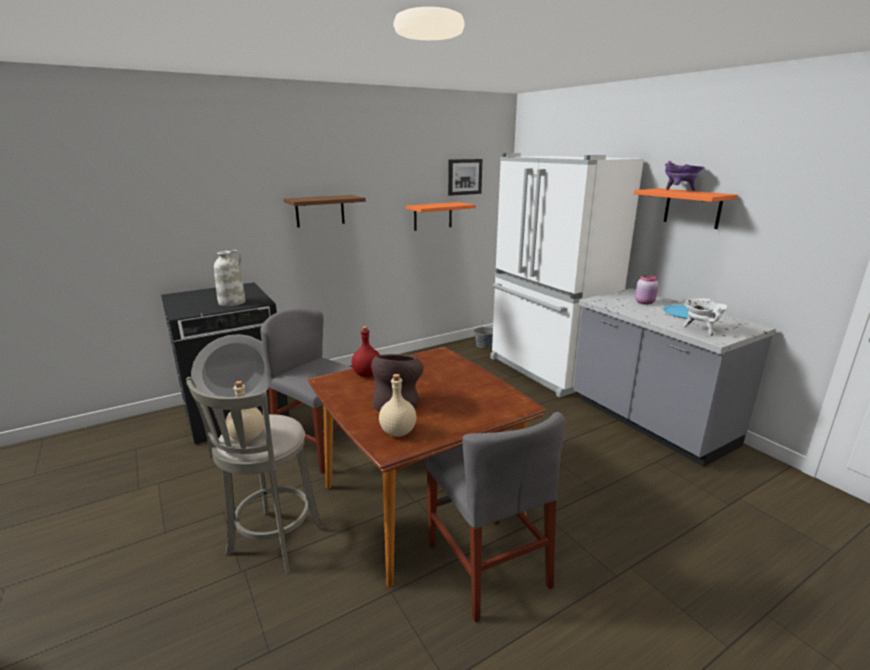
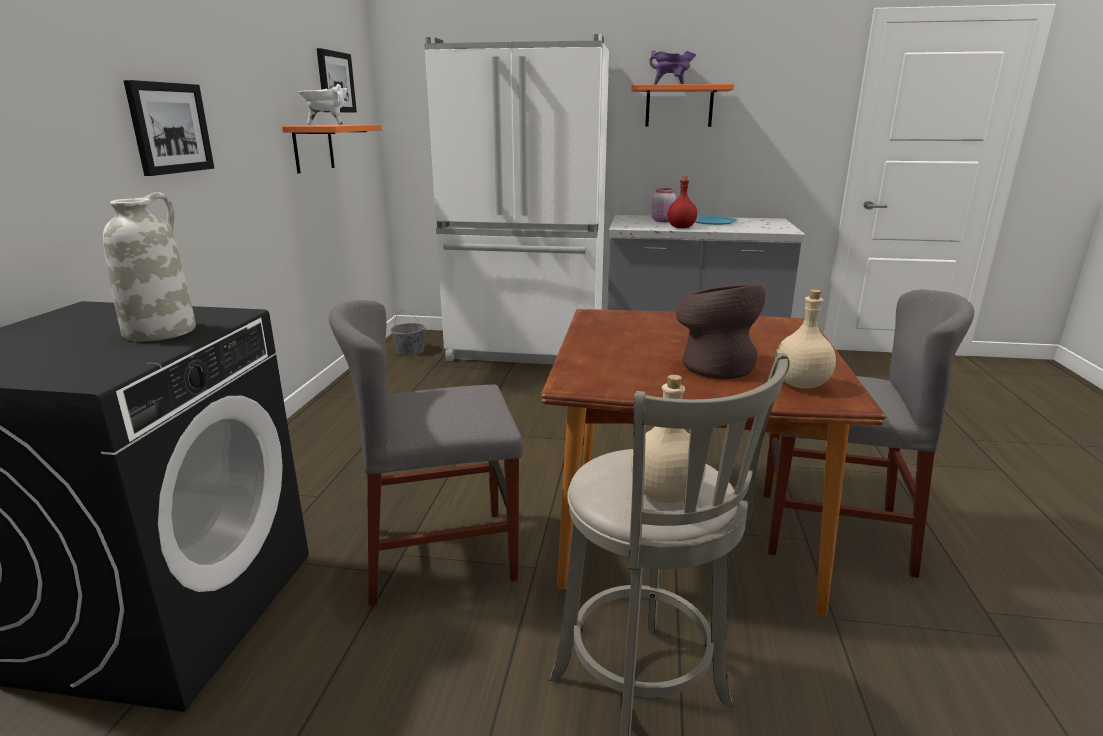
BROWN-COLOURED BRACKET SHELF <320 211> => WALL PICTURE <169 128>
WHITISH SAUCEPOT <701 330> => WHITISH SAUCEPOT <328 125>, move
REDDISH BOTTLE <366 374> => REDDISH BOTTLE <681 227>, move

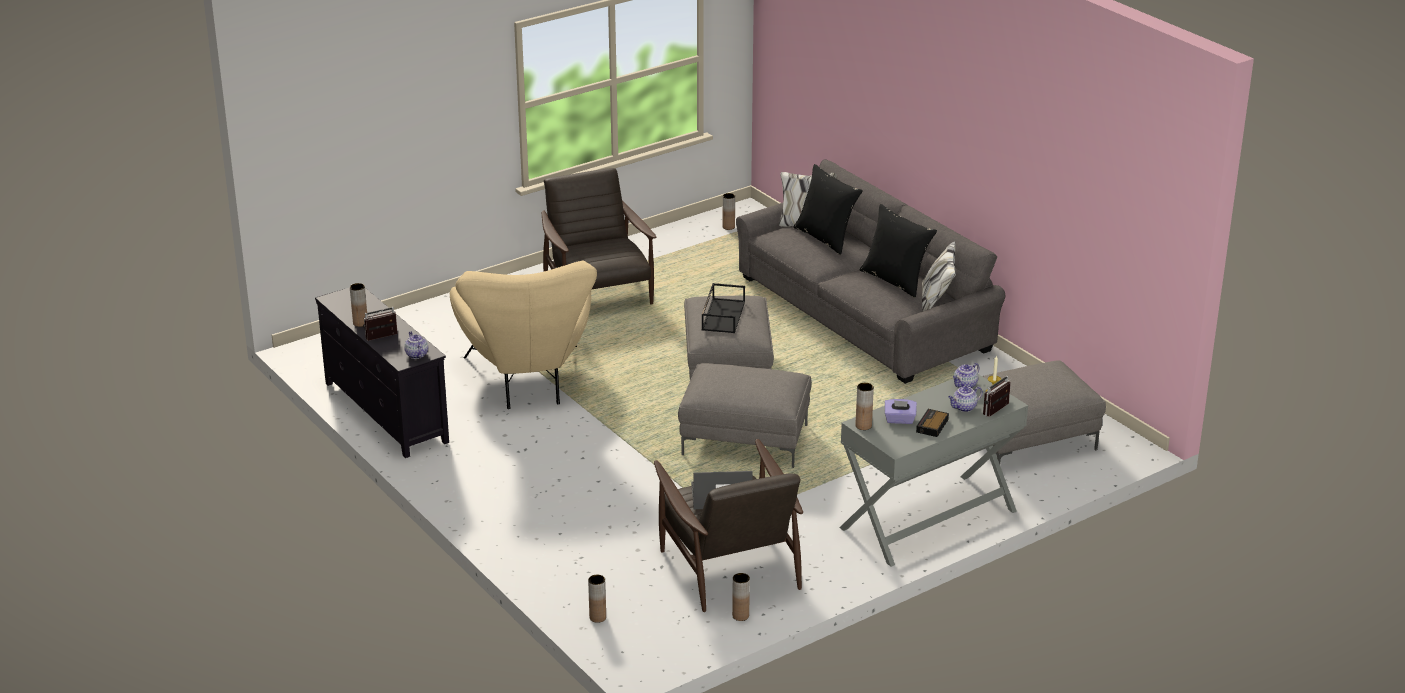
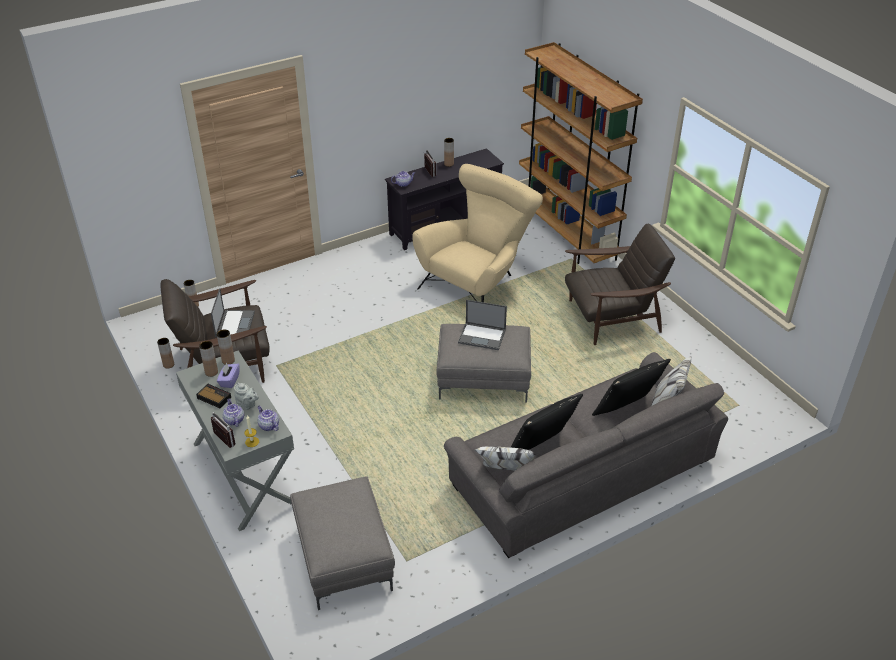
BROWN-COLOURED FLOWER VASE <728 227> => BROWN-COLOURED FLOWER VASE <211 372>, move
nothing => GRAY TEAPOT <247 405>
BEIGE-COLOURED LOUNGE CHAIR <529 382> => BEIGE-COLOURED LOUNGE CHAIR <477 283>, 135 degrees clockwise
BLACKISH SERVING TRAY <722 315> => PORTABLE COMPUTER <482 336>
nothing => BROWN-COLOURED BOOKSHELF <566 235>
GRAY FOOTREST <743 441> => nothing

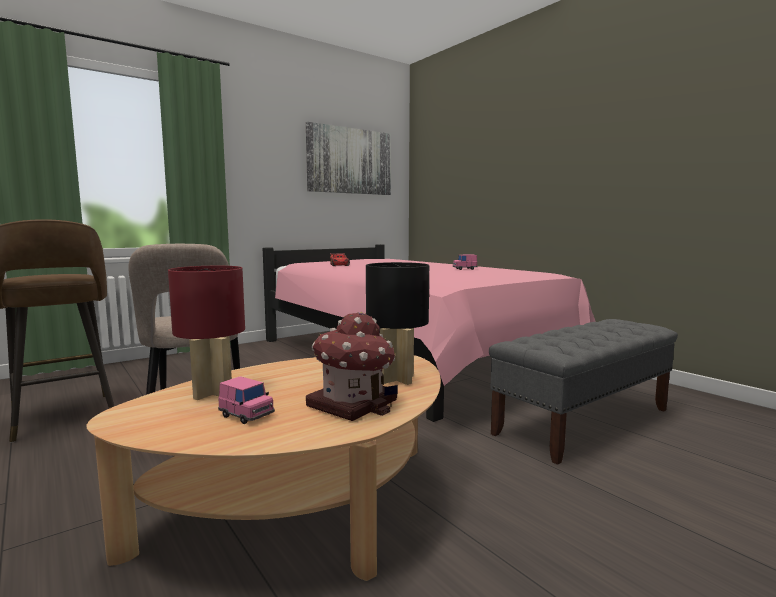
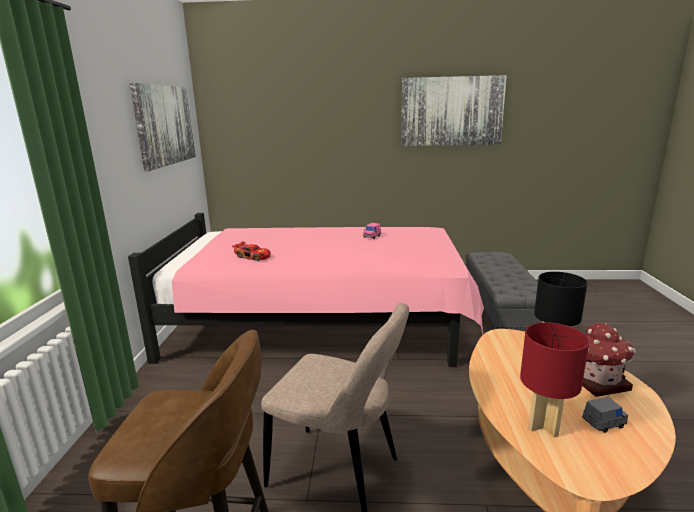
nothing => WALL PICTURE <451 111>
PINK-COLOURED MODEL CAR <246 415> => GRAY MODEL CAR <603 423>

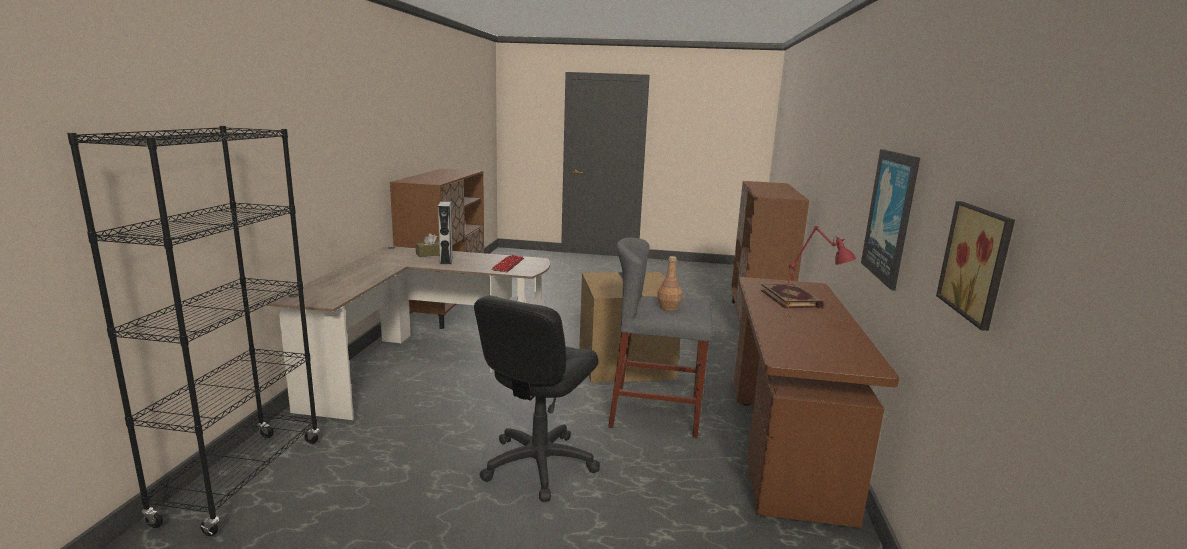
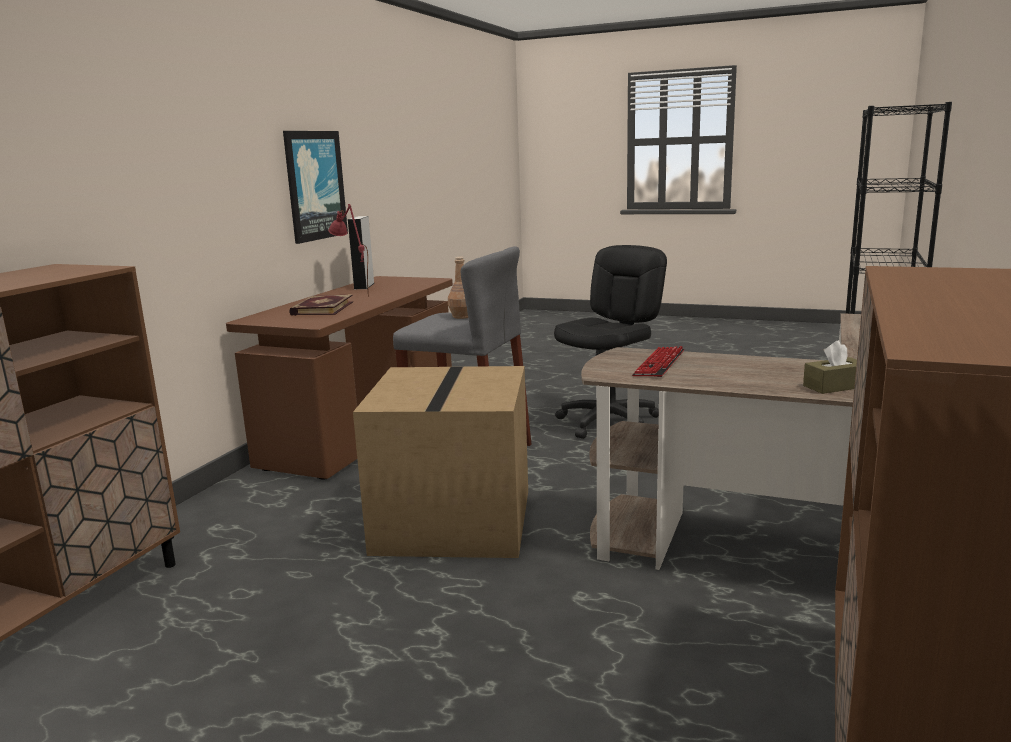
GRAY SPEAKER <446 260> => GRAY SPEAKER <364 286>, move
WALL PICTURE <979 262> => nothing

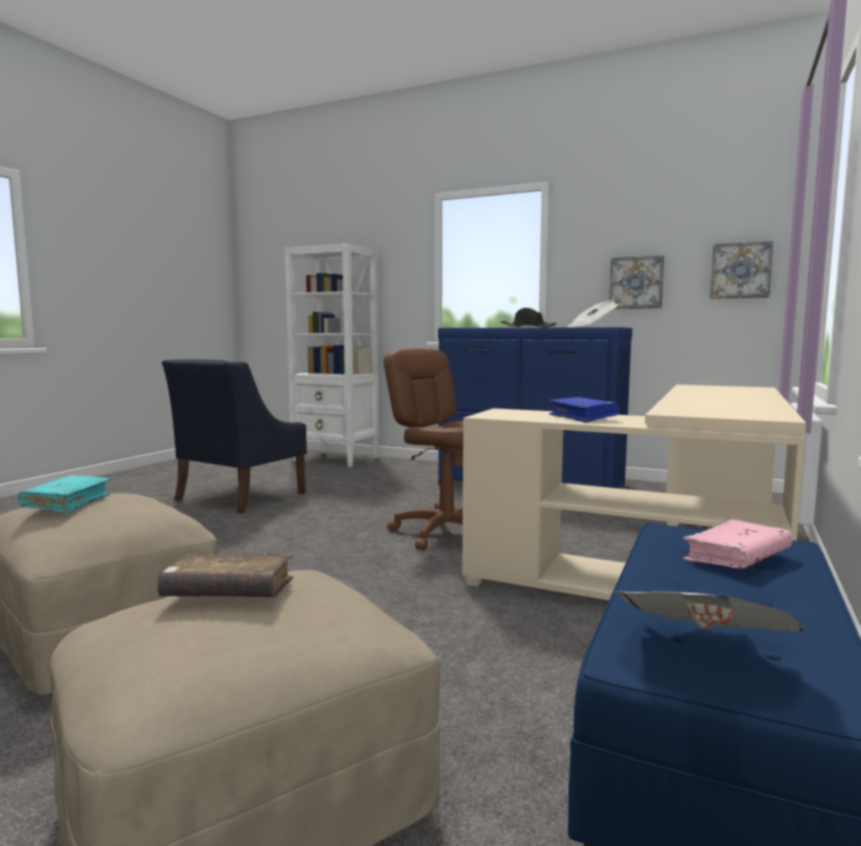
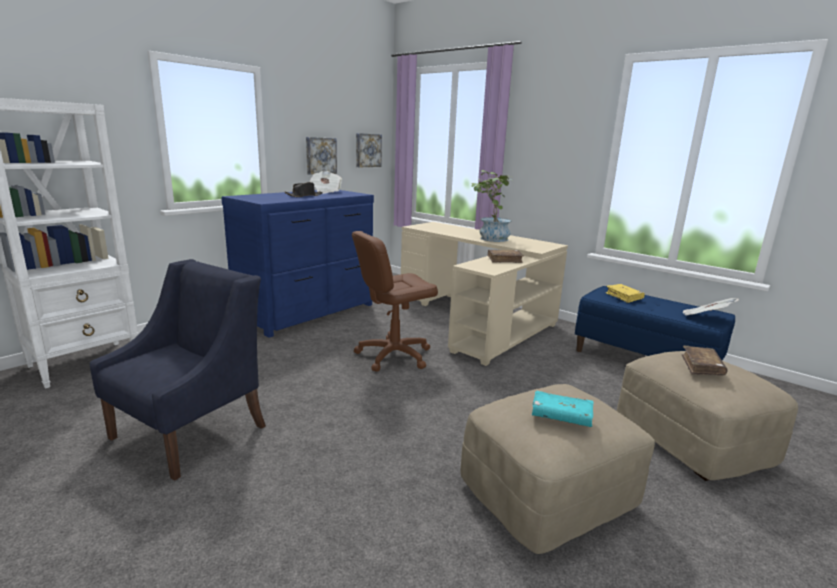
BLUISH LOUNGE CHAIR <239 497> => BLUISH LOUNGE CHAIR <191 431>, 105 degrees counterclockwise
nothing => POTTED PLANT <489 238>
BLUISH BOUND BOOK <582 417> => BROWN-COLOURED BOUND BOOK <504 260>
PINK-COLOURED BOUND BOOK <736 558> => YELLOW-COLOURED BOUND BOOK <624 297>

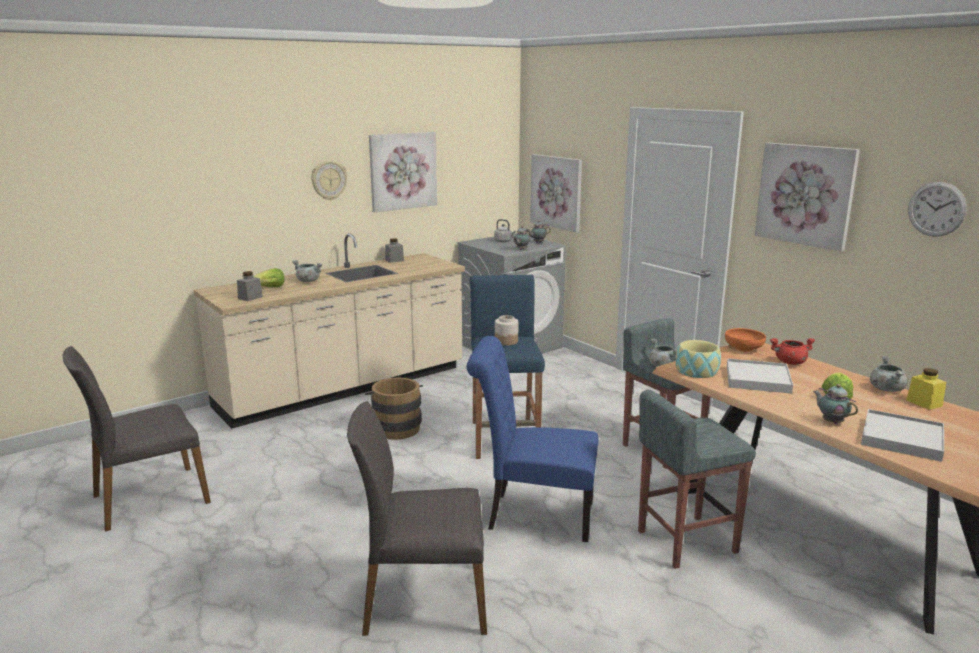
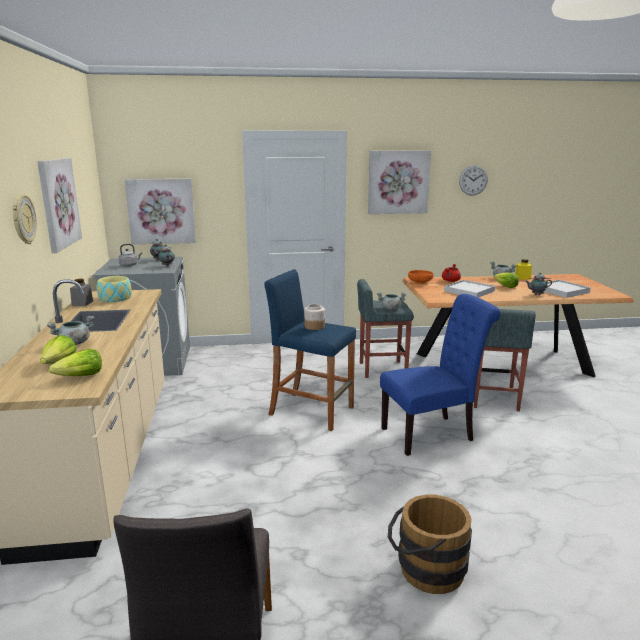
GRAY STORAGE JAR <250 297> => HEAD OF LETTUCE <80 377>
DEEP DISH <697 371> => DEEP DISH <115 298>, move
BLUISH PLAIN CHAIR <533 515> => BLUISH PLAIN CHAIR <432 433>, 150 degrees counterclockwise
BROWN-COLOURED WATER BUCKET <396 427> => BROWN-COLOURED WATER BUCKET <425 569>, move
GRAY PLAIN CHAIR <423 600> => nothing

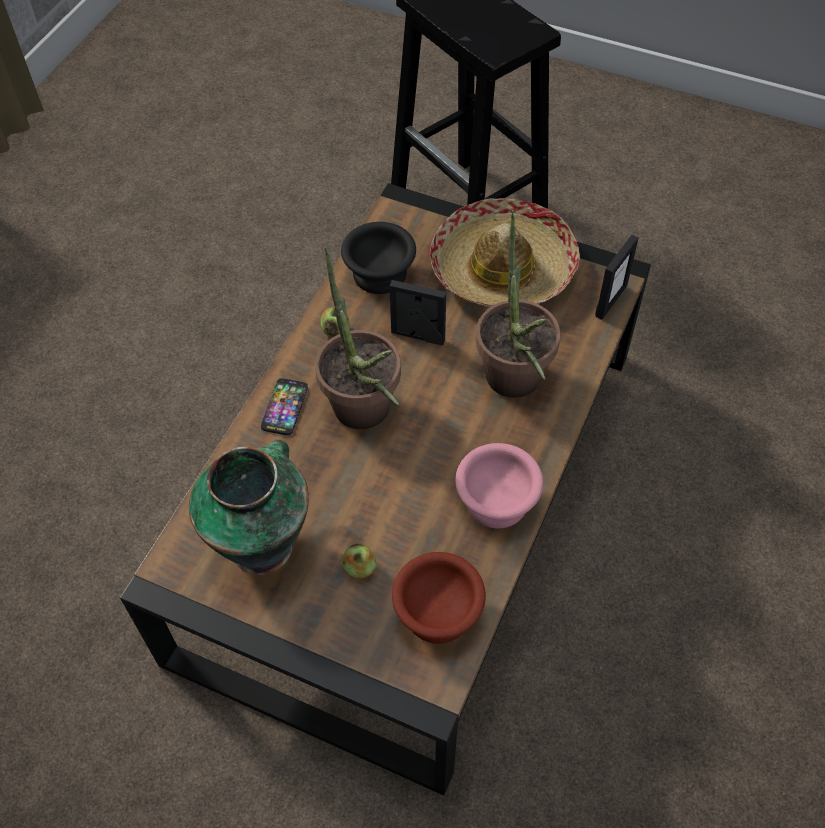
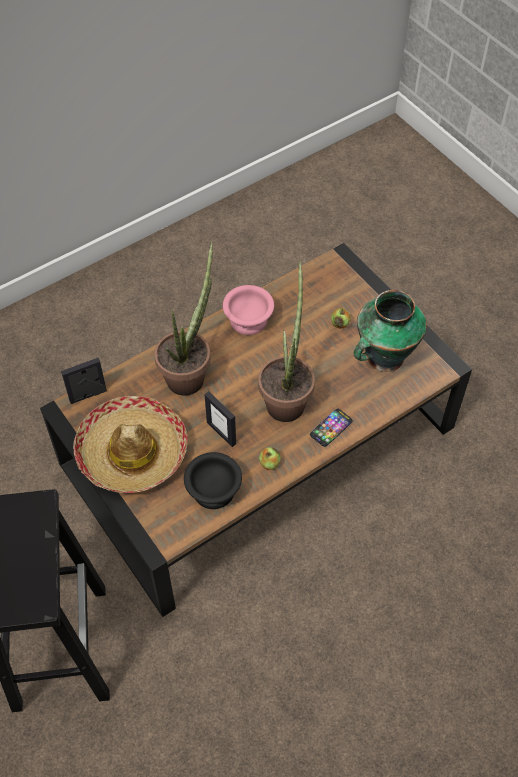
BROWN-COLOURED DEEP DISH <440 615> => nothing

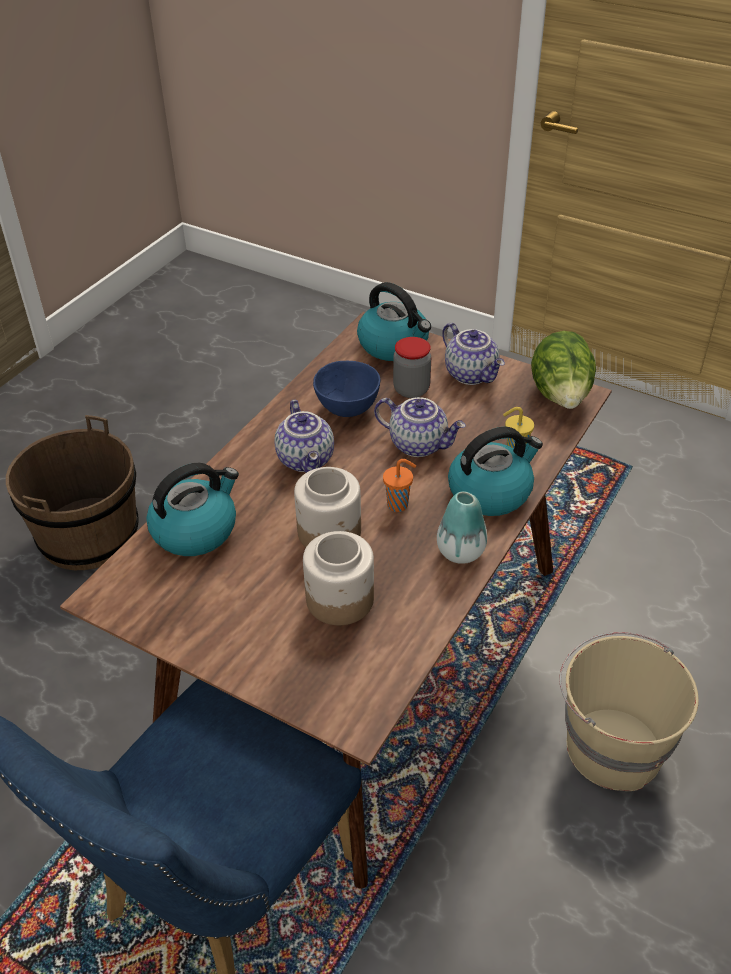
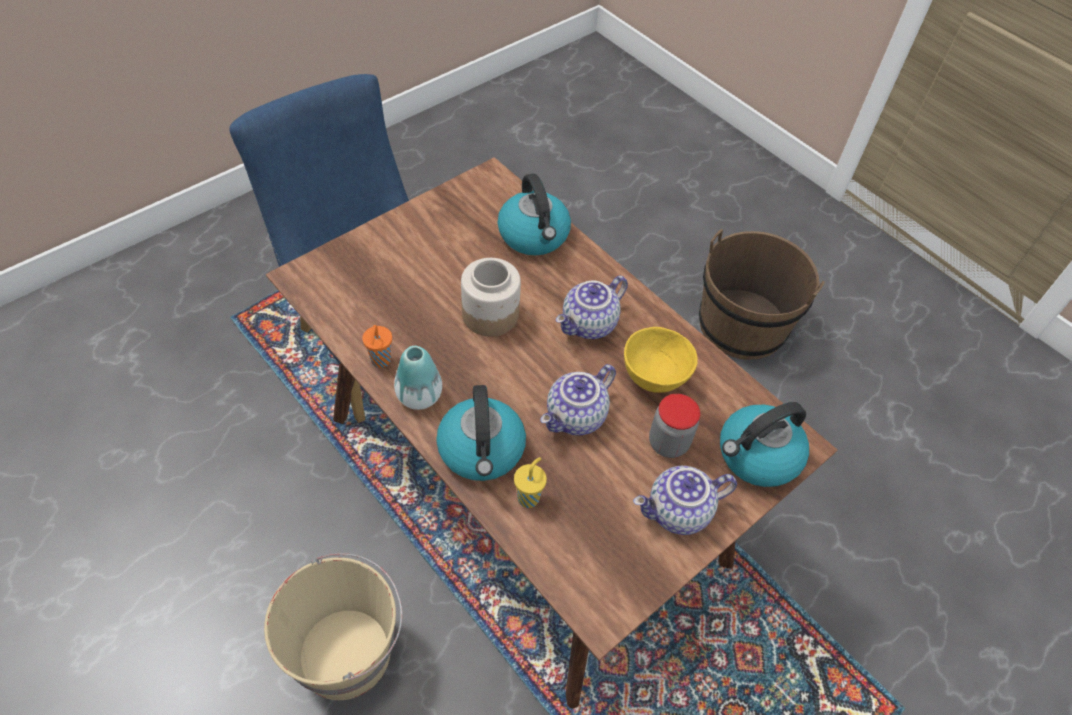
ORANGE-COLOURED SMALL CUP <399 505> => ORANGE-COLOURED SMALL CUP <380 361>, move
TEAPOT <307 459> => TEAPOT <589 325>, 45 degrees counterclockwise
BLUISH DEEP DISH <347 409> => YELLOW-COLOURED DEEP DISH <653 377>
STORAGE JAR <339 600> => nothing
HEAD OF LETTUCE <561 397> => nothing

